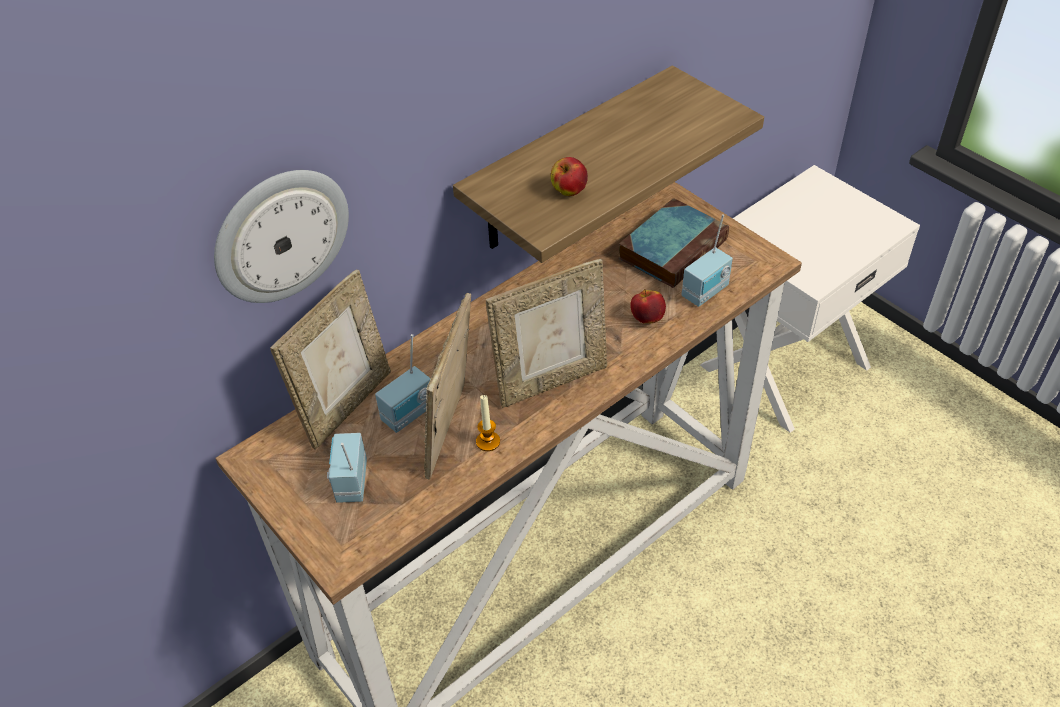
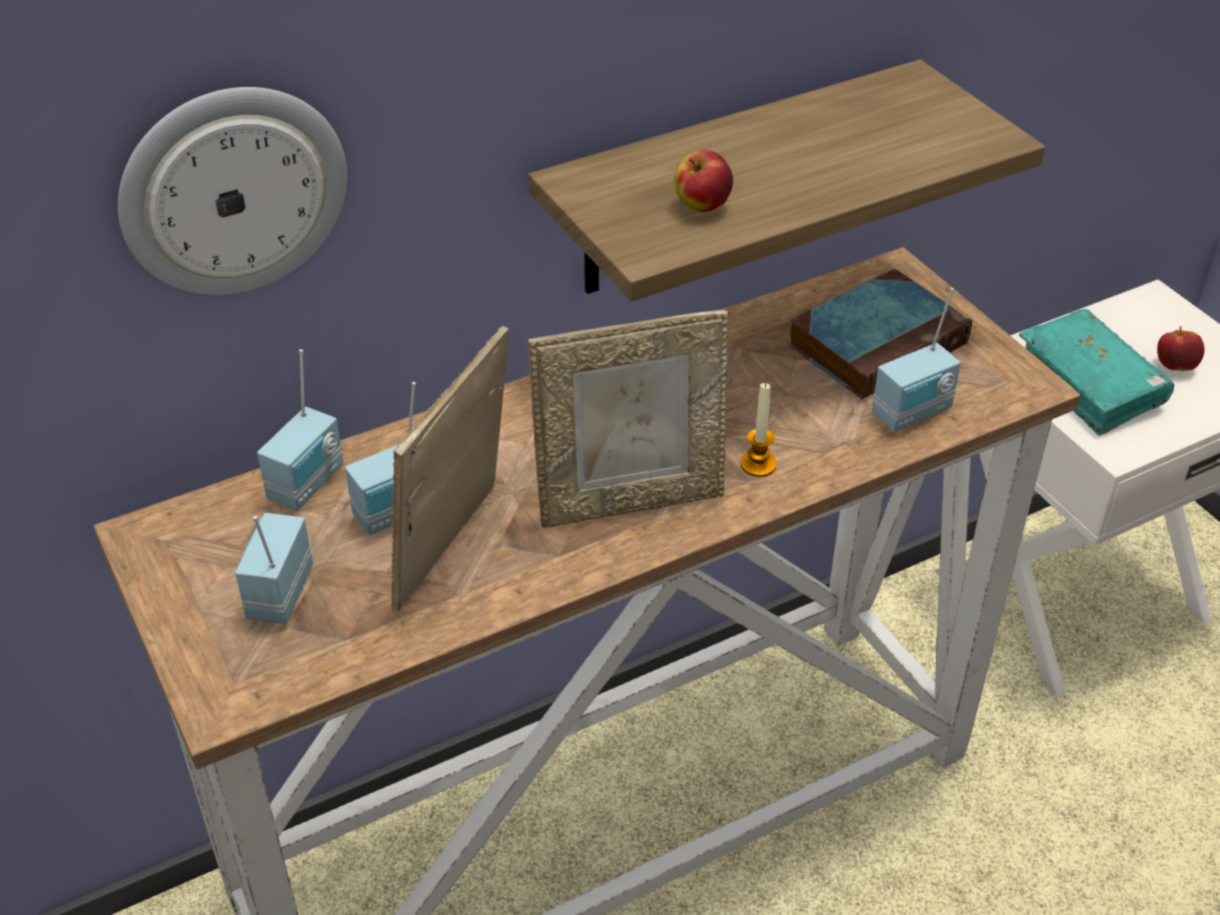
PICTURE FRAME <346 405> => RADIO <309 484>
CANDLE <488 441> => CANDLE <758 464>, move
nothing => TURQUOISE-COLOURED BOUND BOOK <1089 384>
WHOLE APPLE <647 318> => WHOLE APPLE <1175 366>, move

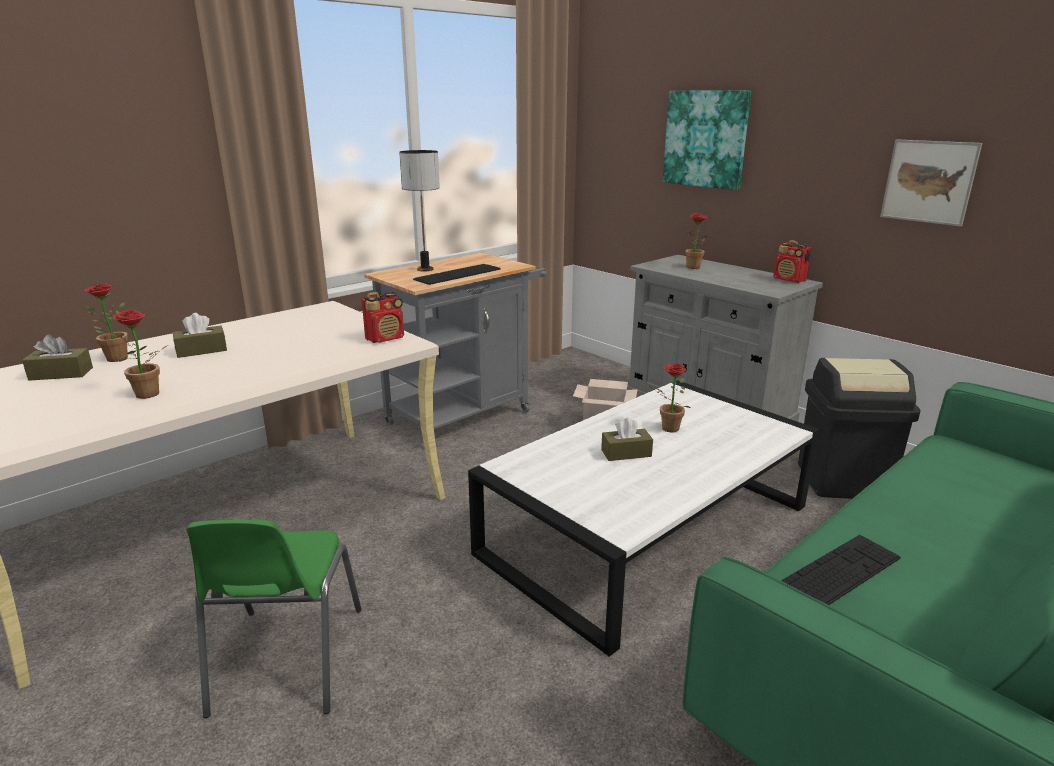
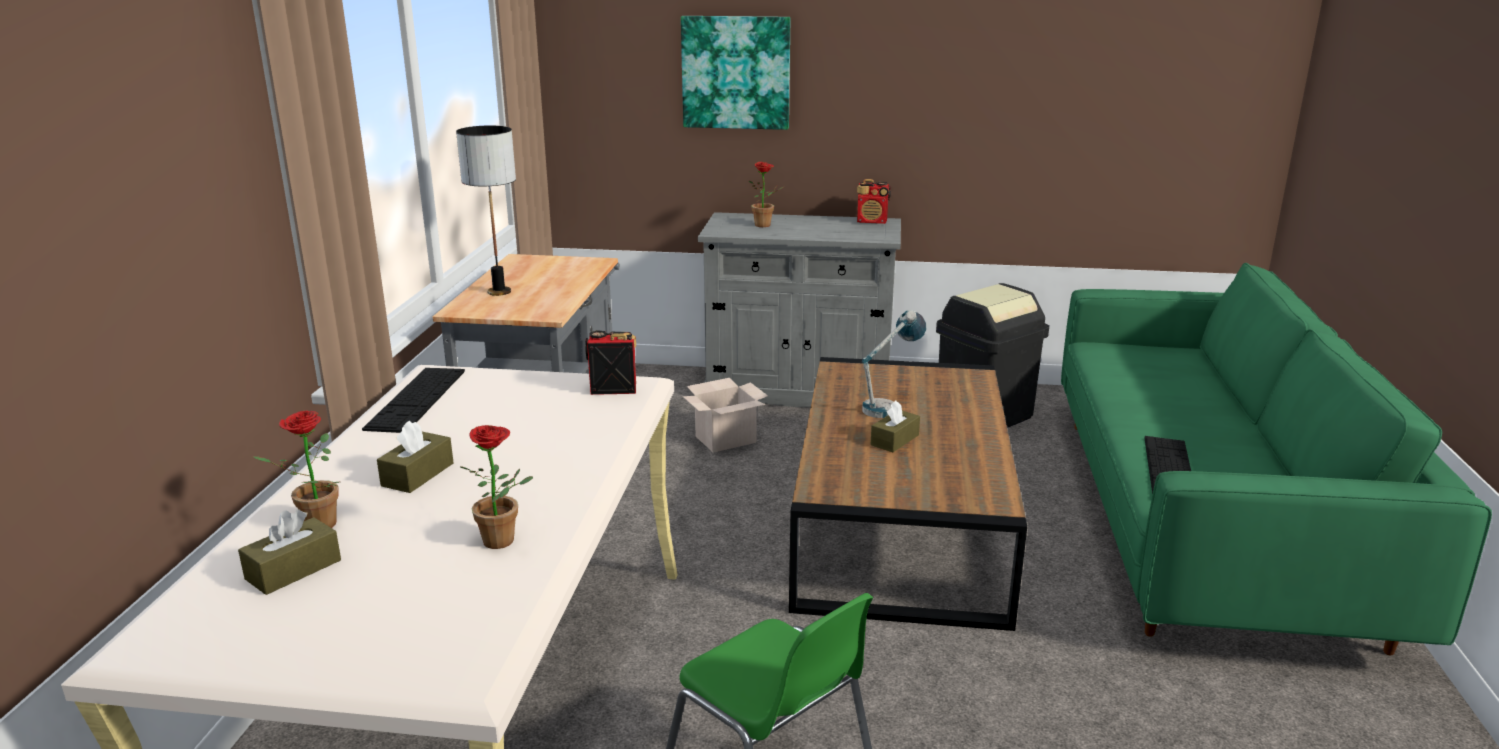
PC KEYBOARD <458 274> => PC KEYBOARD <416 399>, move
RADIO <386 338> => RADIO <613 389>, 105 degrees counterclockwise
WHITISH COFFEE TABLE <647 530> => BROWN-COLOURED COFFEE TABLE <902 519>
POTTED PLANT <666 429> => LAMP FOR A TABLE <889 406>
WALL PICTURE <929 182> => nothing

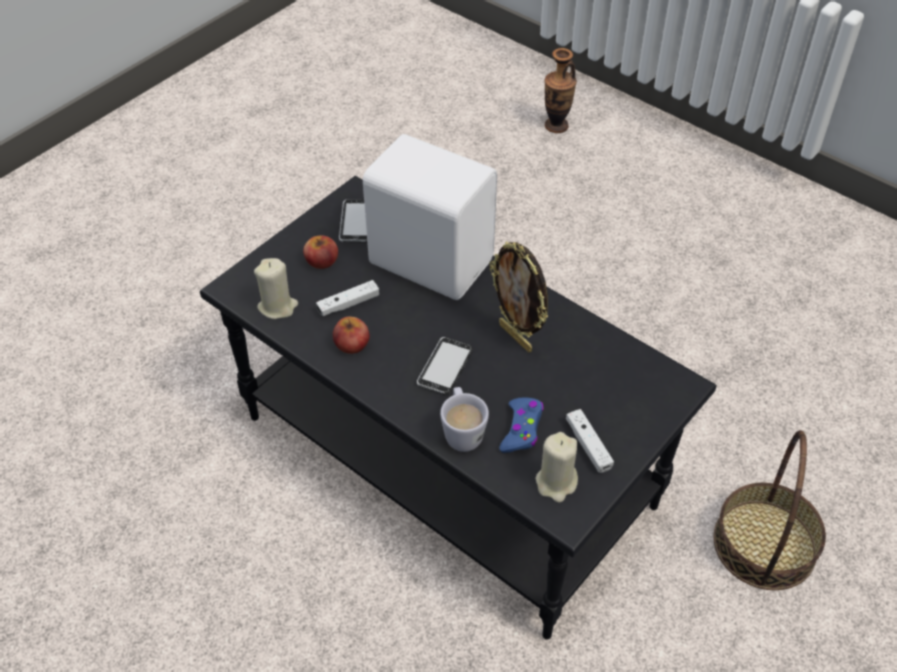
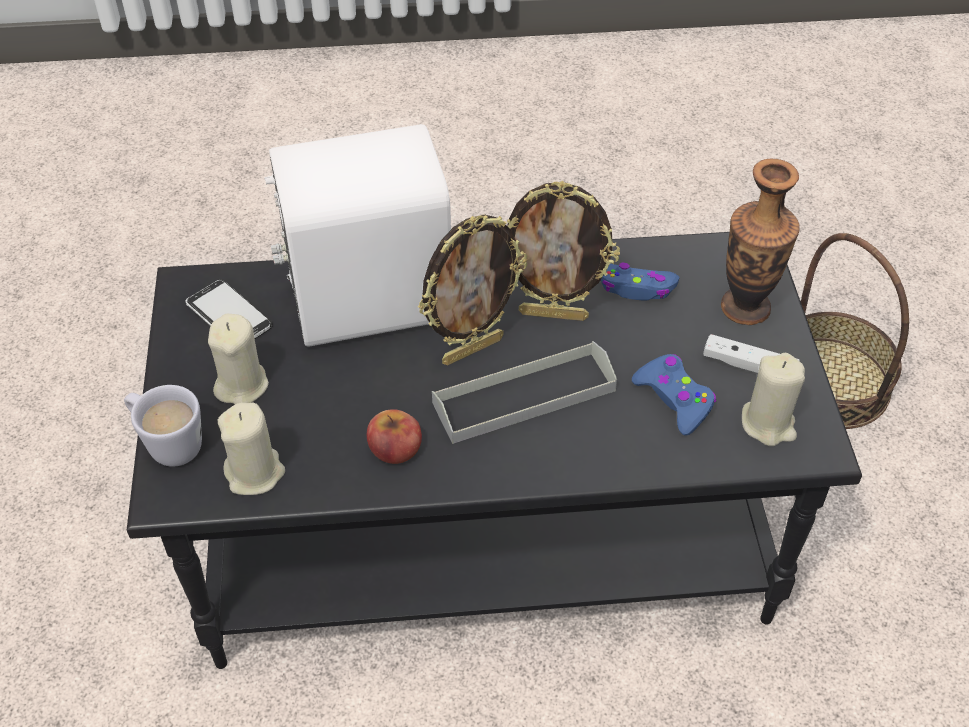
WHITISH MUG <462 431> => WHITISH MUG <167 443>, move
WHOLE APPLE <322 260> => BEIGE-COLOURED CANDLE <241 385>
nothing => PICTURE FRAME <472 349>
TELEPHONE <445 367> => GRAY SERVING TRAY <524 397>
nothing => BLUISH JOYPAD <636 288>
FLOWER VASE <556 126> => FLOWER VASE <745 308>, move
WHITISH JOYPAD <348 304> => nothing

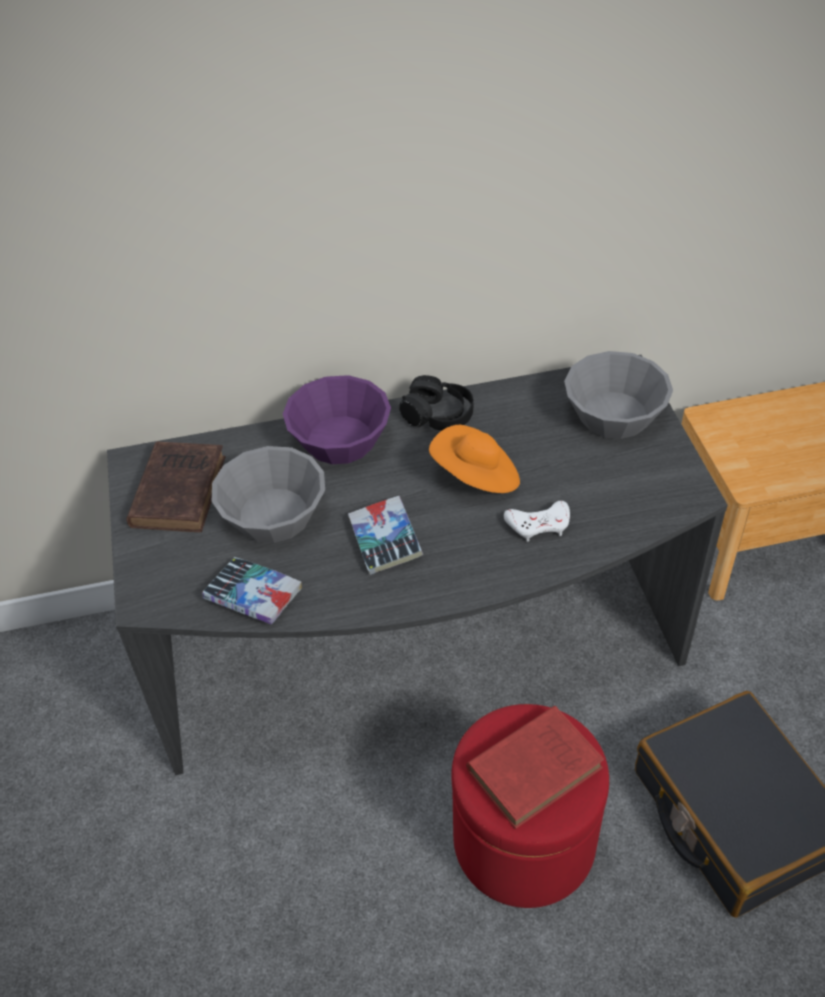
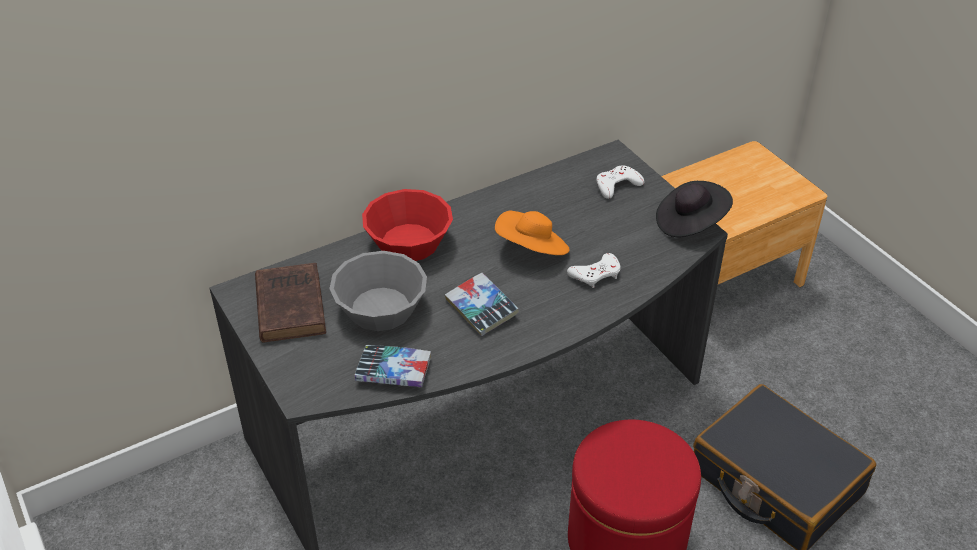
PURPLE DEEP DISH <340 439> => REDDISH DEEP DISH <409 242>
GRAY DEEP DISH <614 414> => WHITISH JOYPAD <617 185>
nothing => BLACKISH WEARABLE HAT <690 223>
BLACKISH HEADSET <438 415> => nothing
REDDISH BOUND BOOK <537 767> => nothing

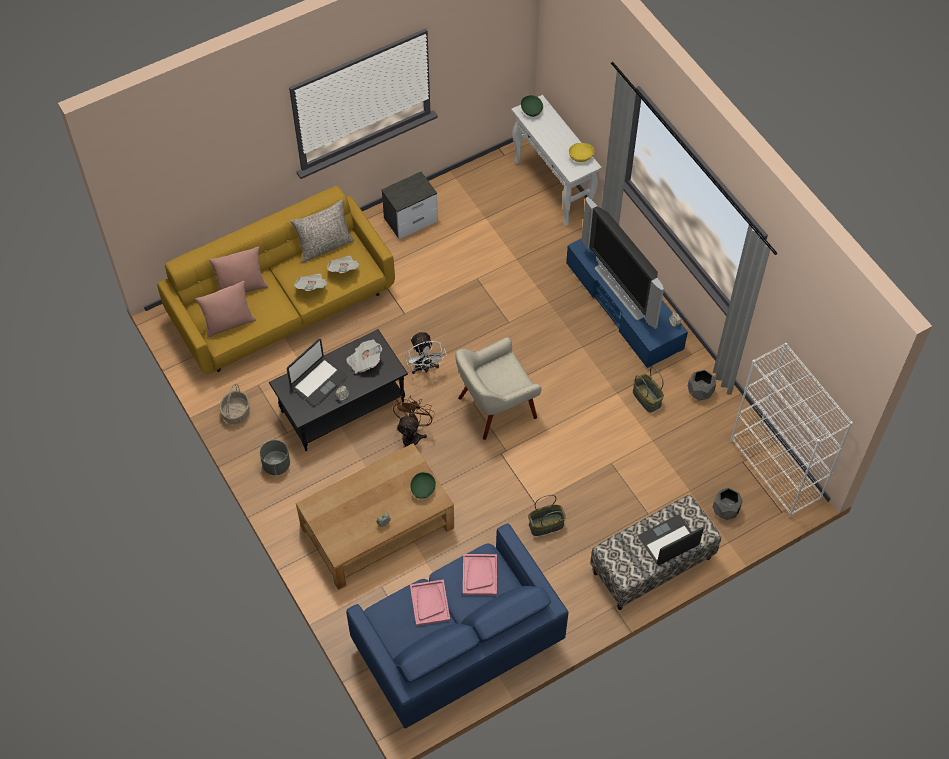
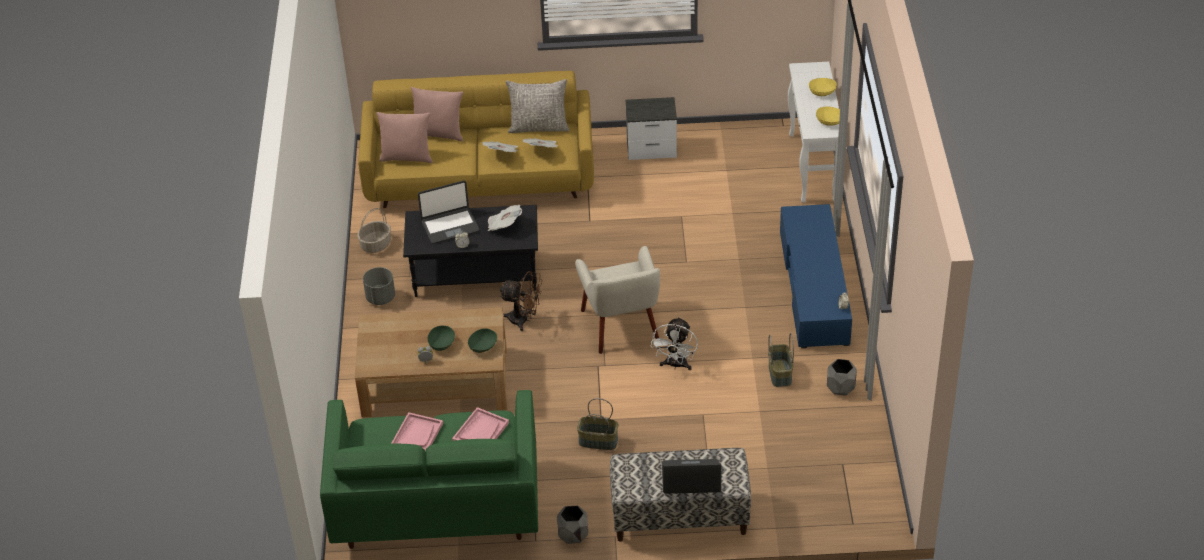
BLUISH SOFA <456 645> => GREEN SOFA <436 506>
GREEN DEEP DISH <531 111> => GREEN DEEP DISH <442 345>, move
BROWN-COLOURED COOLING FAN <412 435> => BROWN-COLOURED COOLING FAN <523 320>, 60 degrees clockwise
GRAY FLOWER POT <725 510> => GRAY FLOWER POT <572 535>, move
BEIGE-COLOURED LOUNGE CHAIR <495 407> => BEIGE-COLOURED LOUNGE CHAIR <621 326>, 105 degrees counterclockwise
WHITISH COOLING FAN <425 368> => WHITISH COOLING FAN <676 365>, move
nothing => YELLOW-COLOURED DEEP DISH <822 93>
TV <623 290> => nothing
WHITISH BOOKSHELF <775 470> => nothing

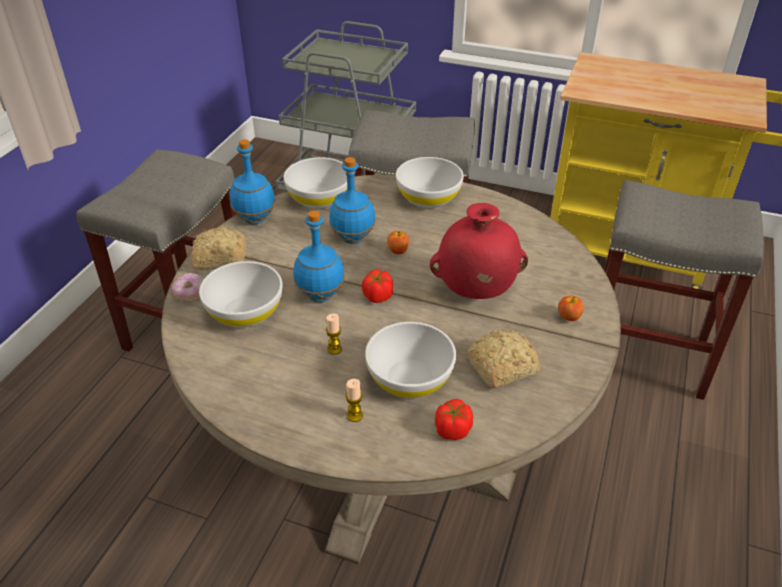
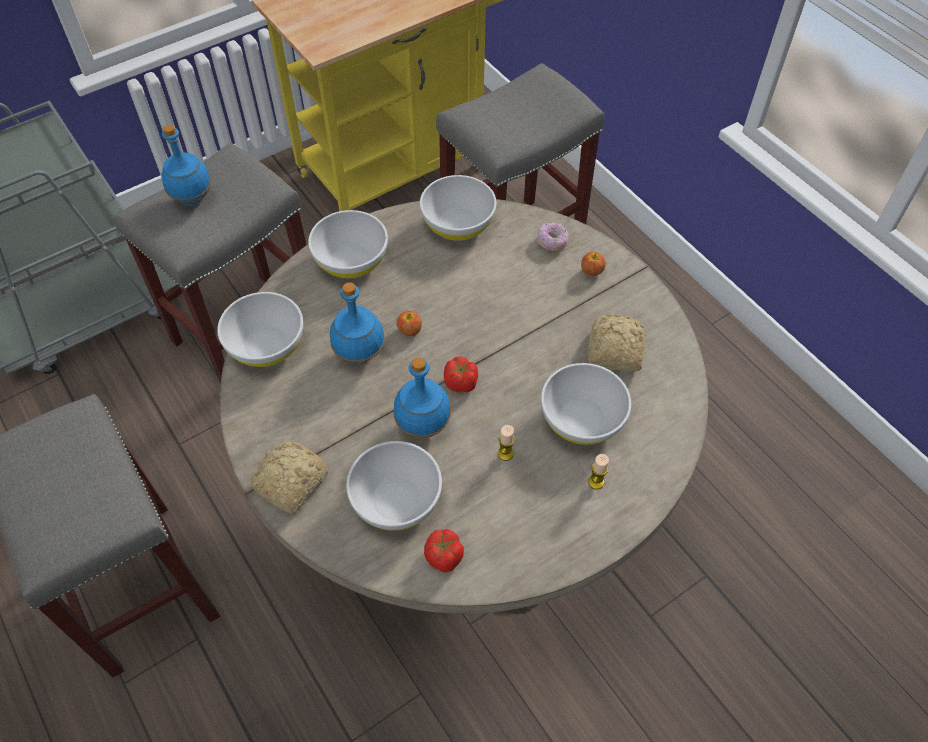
BLUISH BOTTLE <255 219> => BLUISH BOTTLE <192 198>, move
nothing => WHITISH DEEP DISH <458 224>
FRESH TOMATO <452 430> => FRESH TOMATO <444 556>, move
DOUGHNUT <190 293> => DOUGHNUT <552 242>, move
REDDISH FLOWER VASE <475 292> => nothing

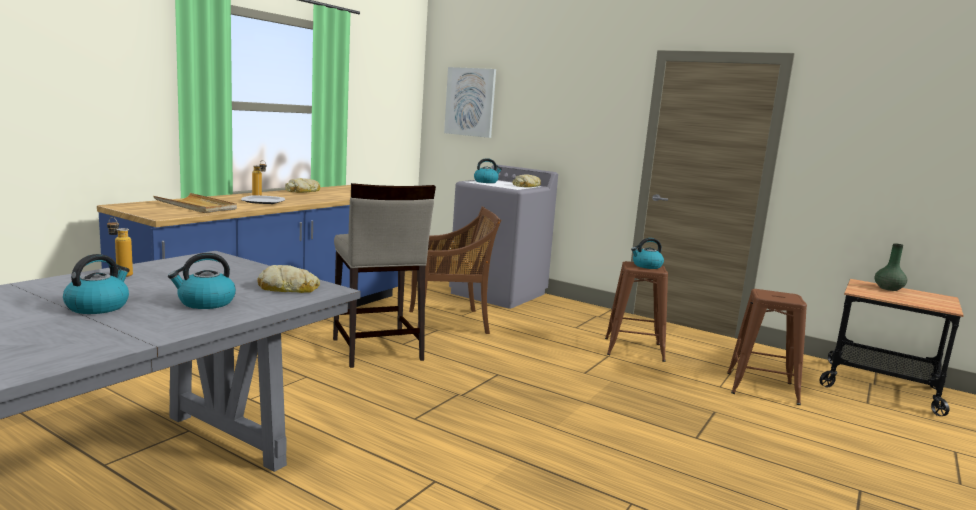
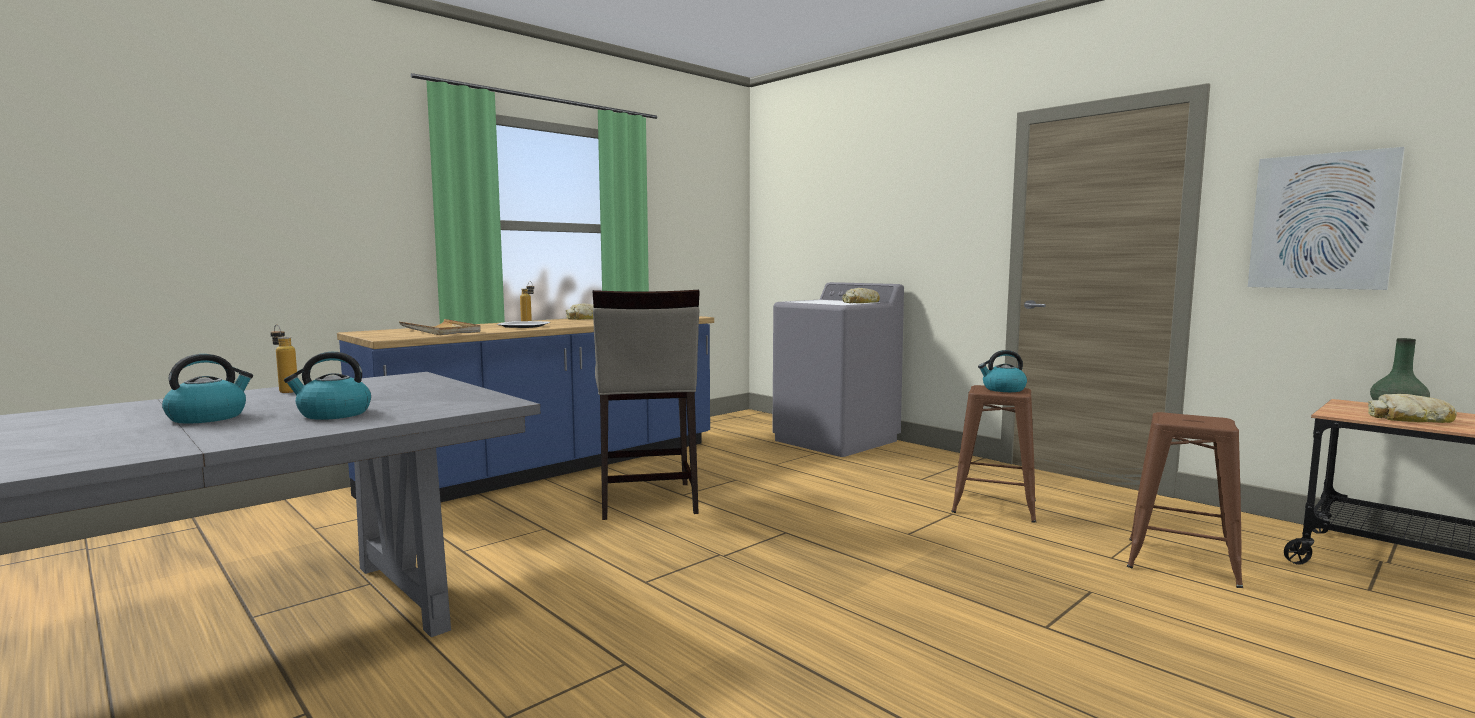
WALL PICTURE <470 102> => WALL PICTURE <1321 221>, move
BAKED BREAD <288 288> => BAKED BREAD <1409 419>, move
BROWN-COLOURED PLAIN CHAIR <449 322> => nothing
TEA KETTLE <486 182> => nothing

